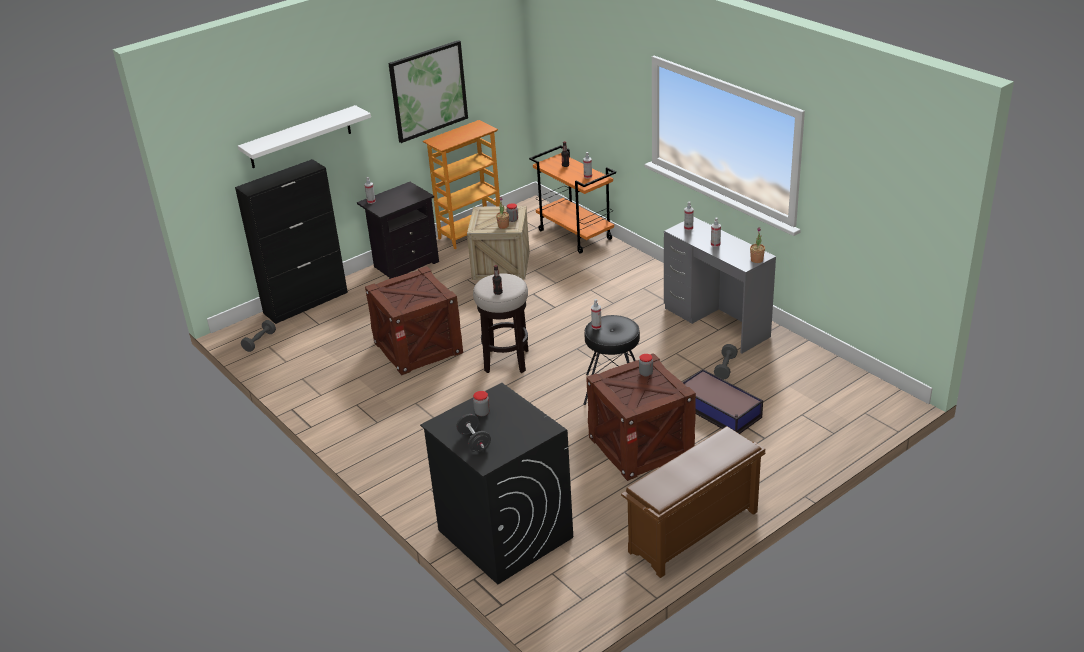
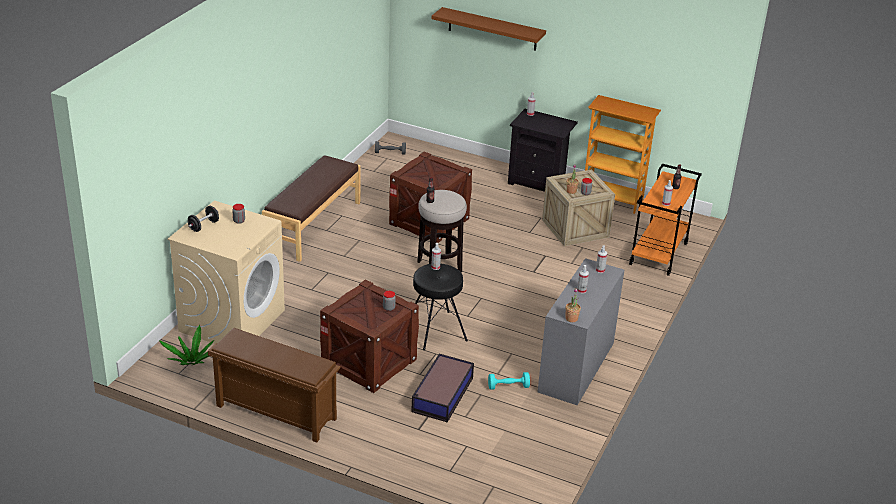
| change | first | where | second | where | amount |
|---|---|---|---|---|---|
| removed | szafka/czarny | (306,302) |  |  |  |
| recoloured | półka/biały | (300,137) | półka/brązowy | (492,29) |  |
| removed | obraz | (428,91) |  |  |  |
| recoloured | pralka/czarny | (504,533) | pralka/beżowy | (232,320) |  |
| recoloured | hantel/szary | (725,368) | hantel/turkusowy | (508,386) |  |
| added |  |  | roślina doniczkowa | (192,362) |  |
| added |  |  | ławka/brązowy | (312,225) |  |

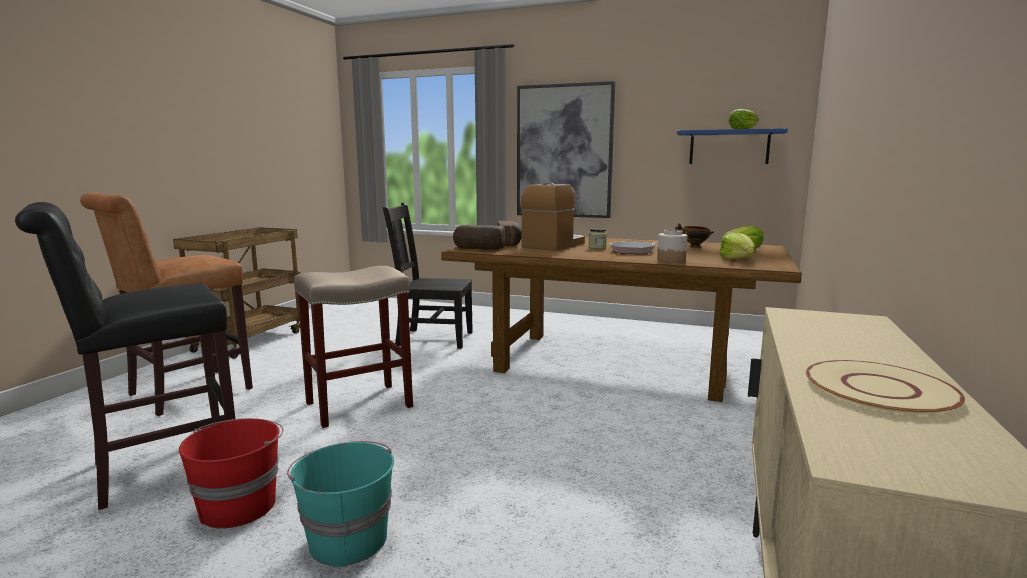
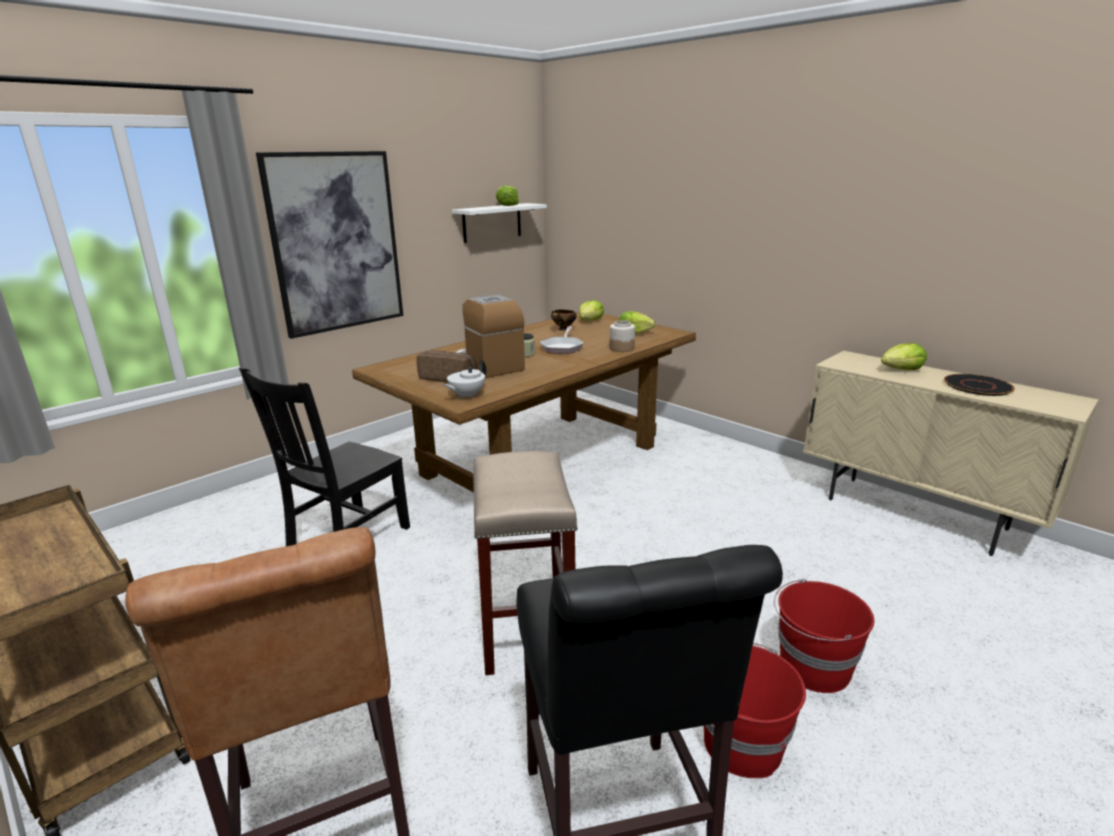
| change | first | where | second | where | amount |
|---|---|---|---|---|---|
| recoloured | wiadro/turkusowy | (347,539) | wiadro/czerwony | (813,668) |  |
| replaced | chleb | (478,249) | imbryk/biały | (466,395) |  |
| recoloured | półka/niebieski | (729,147) | półka/biały | (492,222) |  |
| recoloured | talerz/beżowy | (878,389) | talerz/czarny | (977,386) |  |
| added |  |  | sałata | (901,370) |  |

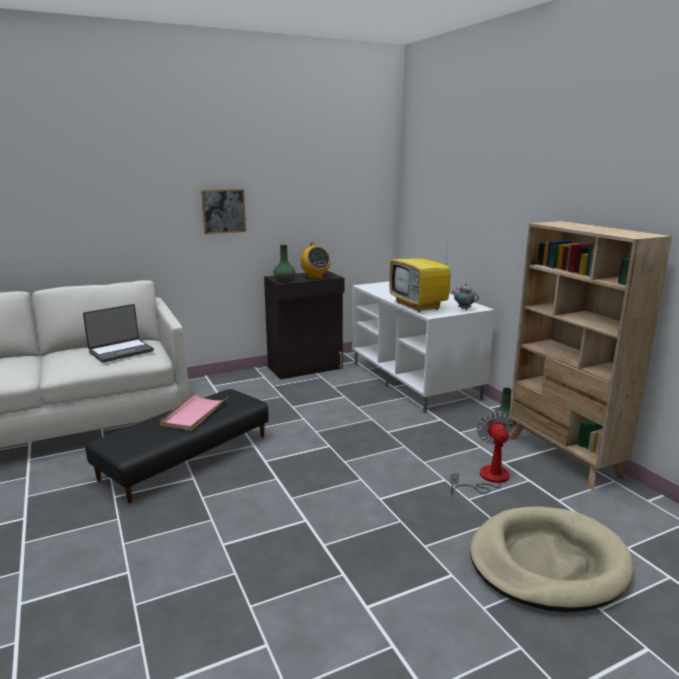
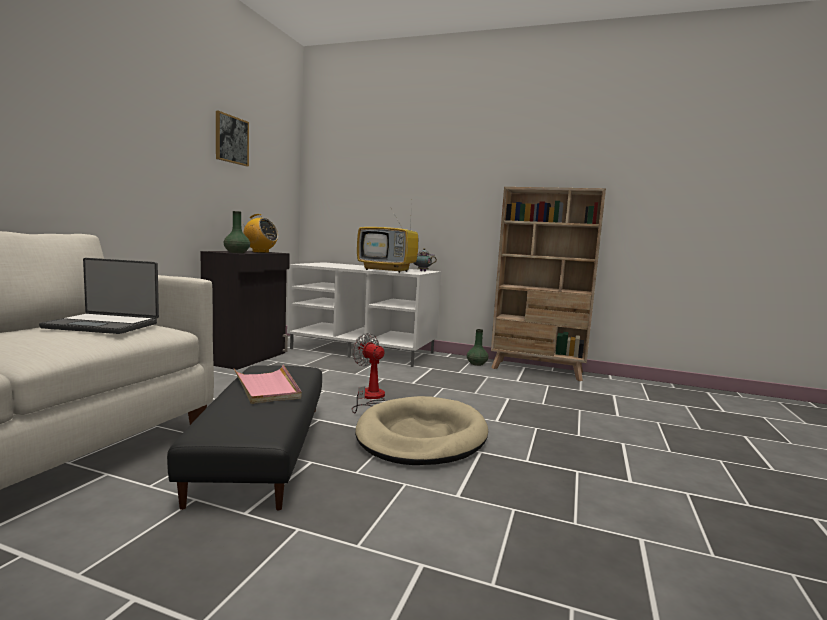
| change | first | where | second | where | amount |
|---|---|---|---|---|---|
| turned | laptop | (121,351) |  | (104,325) | 90 degrees clockwise |
| moved | obraz | (223,211) |  | (231,139) |  |
| moved | wentylator | (487,479) |  | (369,398) |  |
| moved | legowisko/beżowy | (547,562) |  | (421,436) |  |

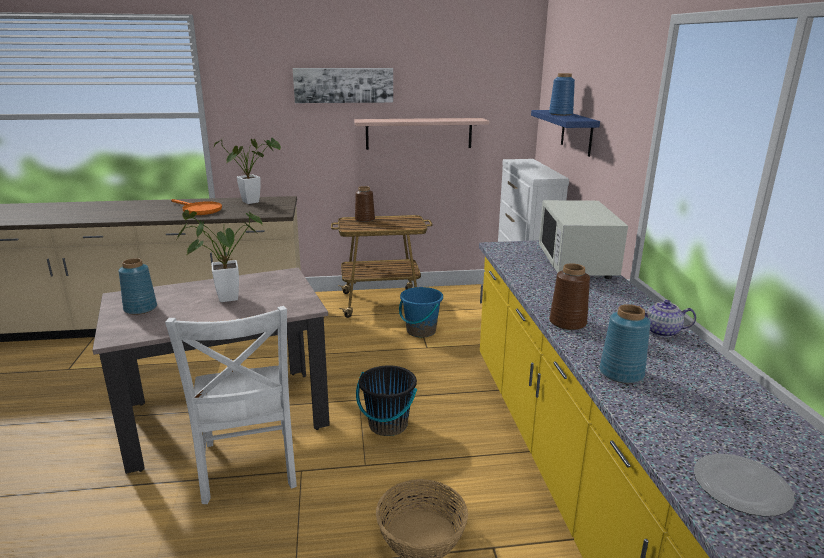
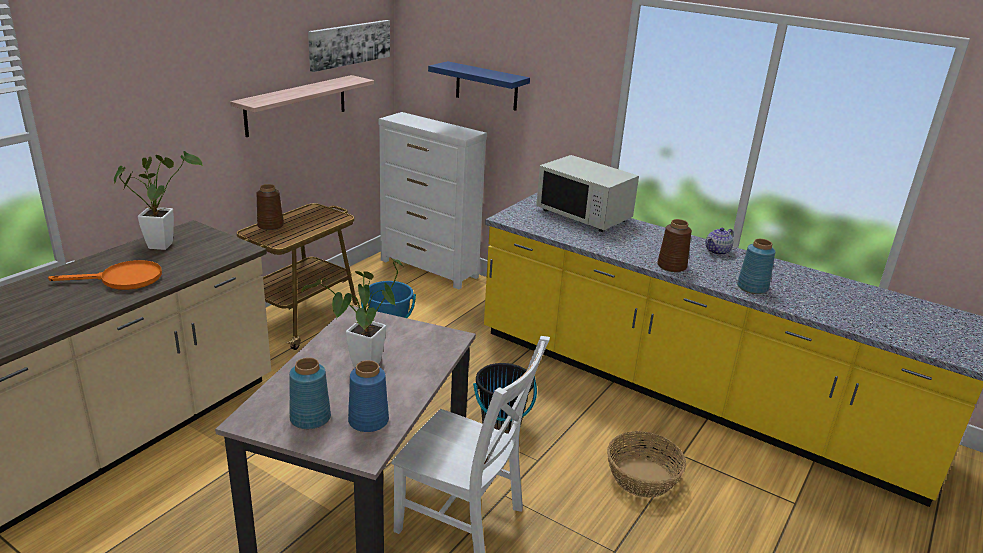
| change | first | where | second | where | amount |
|---|---|---|---|---|---|
| moved | obraz | (343,85) |  | (349,44) |  |
| moved | wazon/niebieski | (560,114) |  | (367,421) |  |
| removed | talerz | (741,486) |  |  |  |

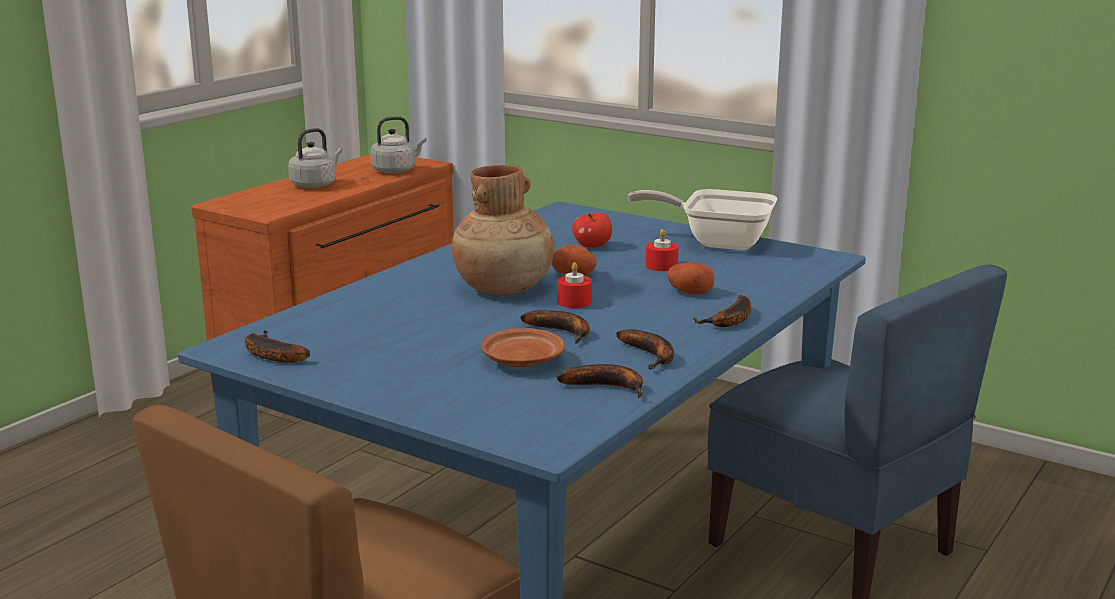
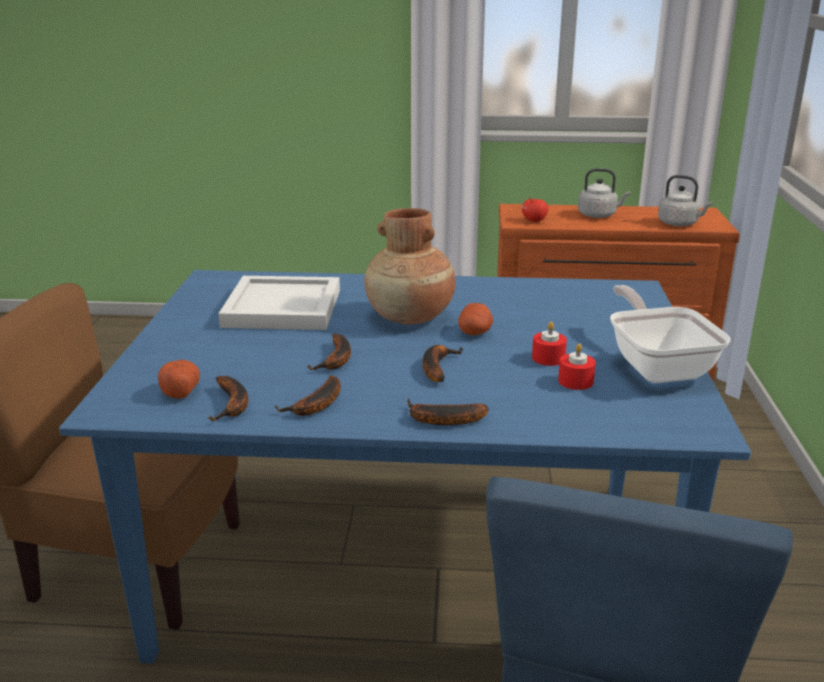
| change | first | where | second | where | amount |
|---|---|---|---|---|---|
| moved | banan | (269,354) |  | (436,367) |  |
| removed | talerz/brązowy | (522,360) |  |  |  |
| moved | świeca/czerwony | (574,302) |  | (575,381) |  |
| moved | jabłko | (592,246) |  | (534,221) |  |
| moved | ziemniak | (689,291) |  | (180,391) |  |
| added |  |  | taca/biały | (284,307) |  |

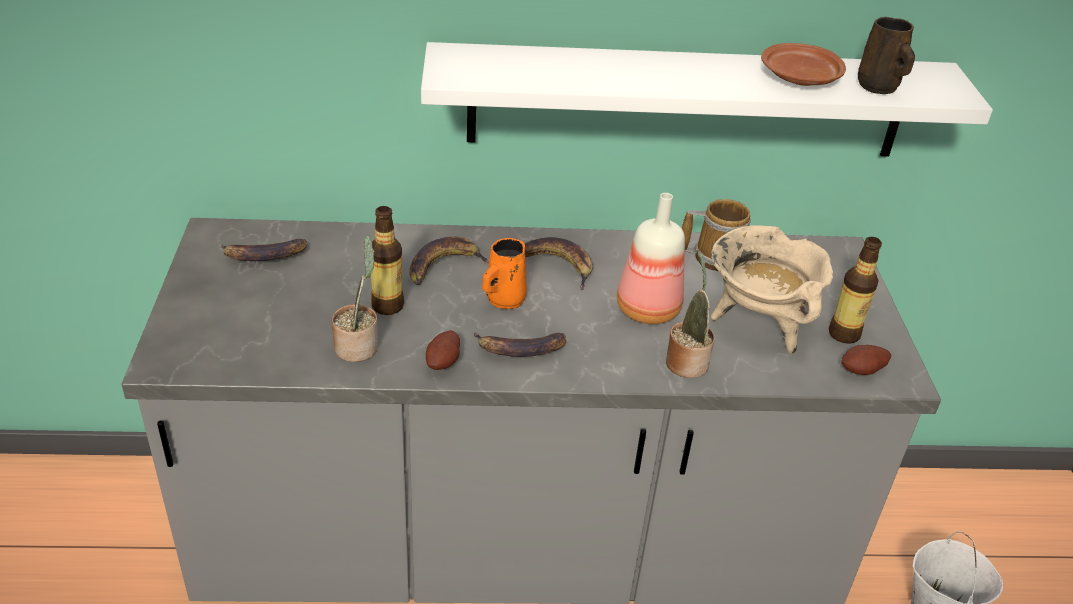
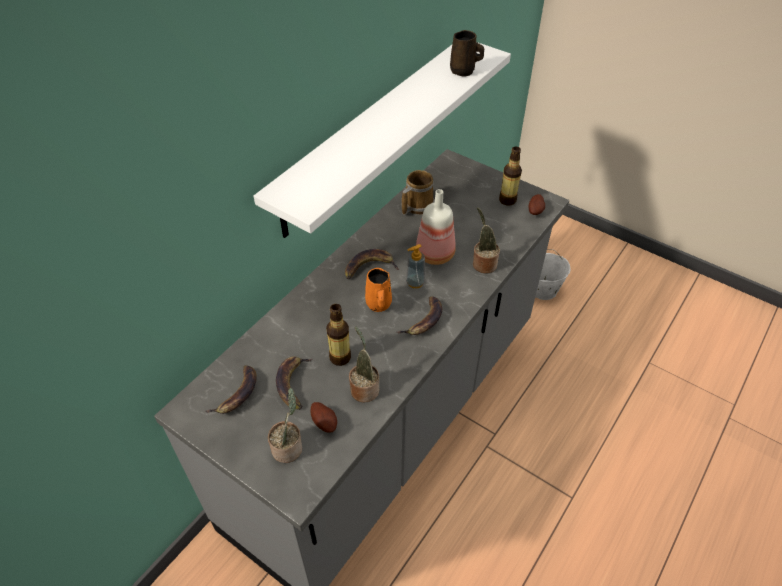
| change | first | where | second | where | amount |
|---|---|---|---|---|---|
| moved | banan | (444,266) |  | (293,383) |  |
| moved | ziemniak | (444,362) |  | (325,422) |  |
| removed | garnek/beżowy | (758,324) |  |  |  |
| removed | talerz/brązowy | (799,78) |  |  |  |
| added |  |  | roślina doniczkowa | (288,447) |  |
| added |  |  | dozownik mydła | (415,282) |  |

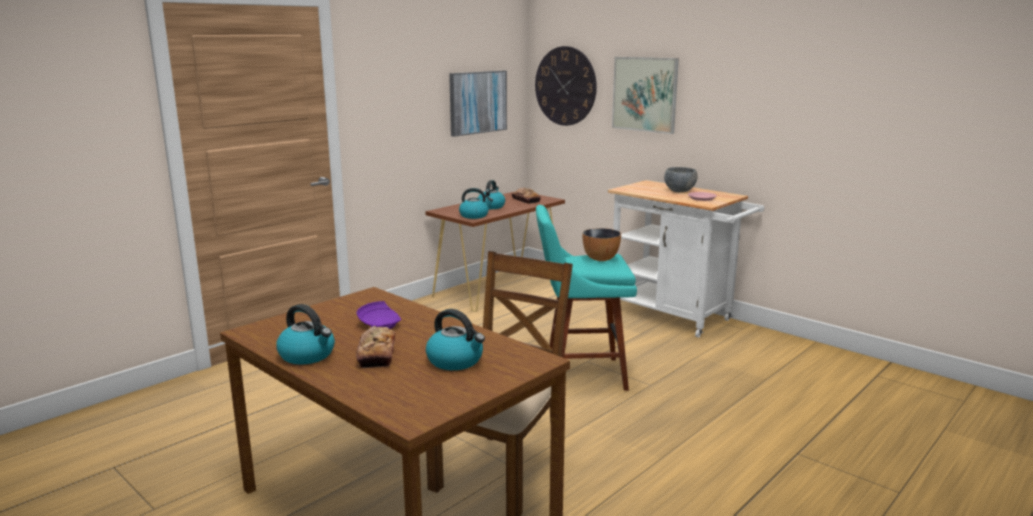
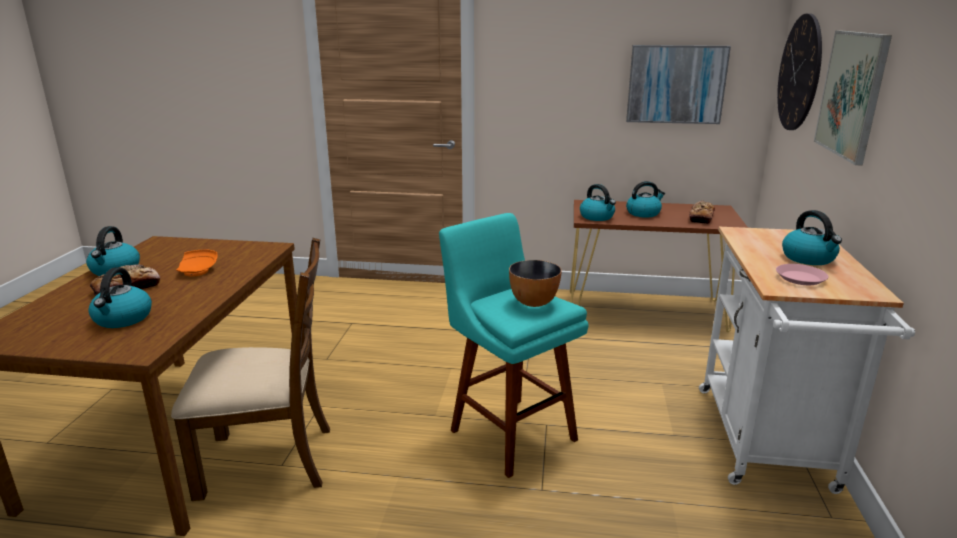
| change | first | where | second | where | amount |
|---|---|---|---|---|---|
| recoloured | talerz/fioletowy | (380,324) | talerz/pomarańczowy | (198,271) |  |
| replaced | miska/szary | (679,191) | czajnik | (809,258) |  |

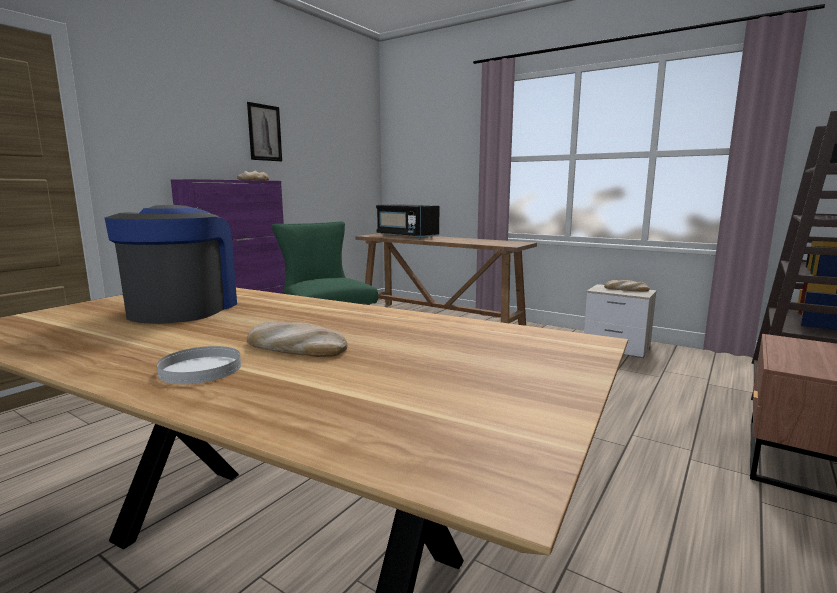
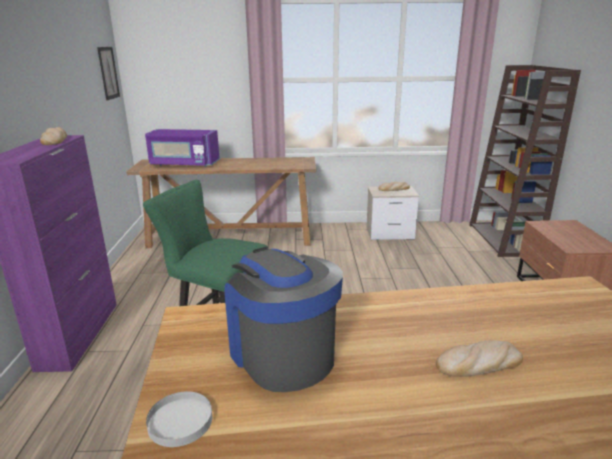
| change | first | where | second | where | amount |
|---|---|---|---|---|---|
| moved | talerz/biały | (201,369) |  | (180,421) |  |
| moved | obraz | (264,132) |  | (108,73) |  |
| recoloured | mikrofalówka/czarny | (406,236) | mikrofalówka/fioletowy | (184,164) |  |

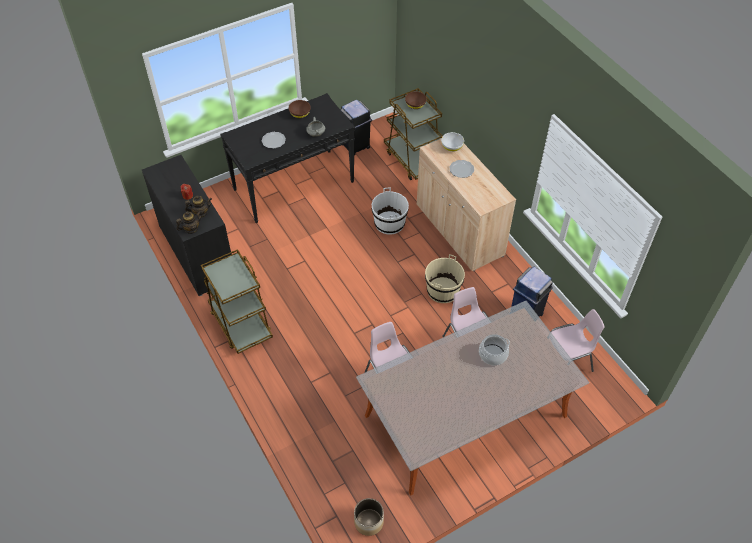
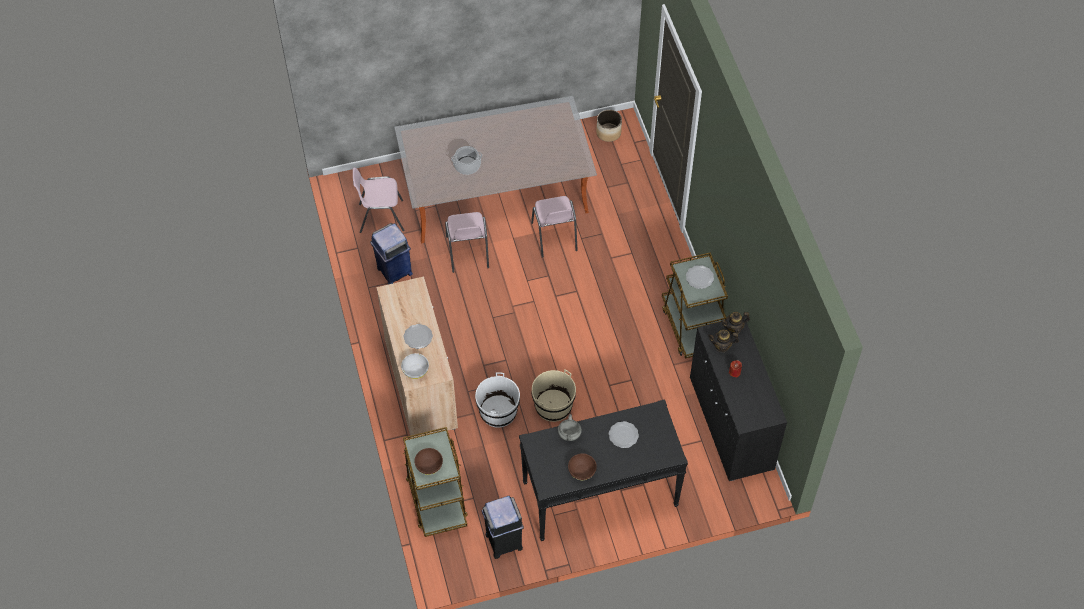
| change | first | where | second | where | amount |
|---|---|---|---|---|---|
| moved | wiadro/beżowy | (443,290) |  | (553,406) |  |
| added |  |  | talerz | (700,277) |  |

